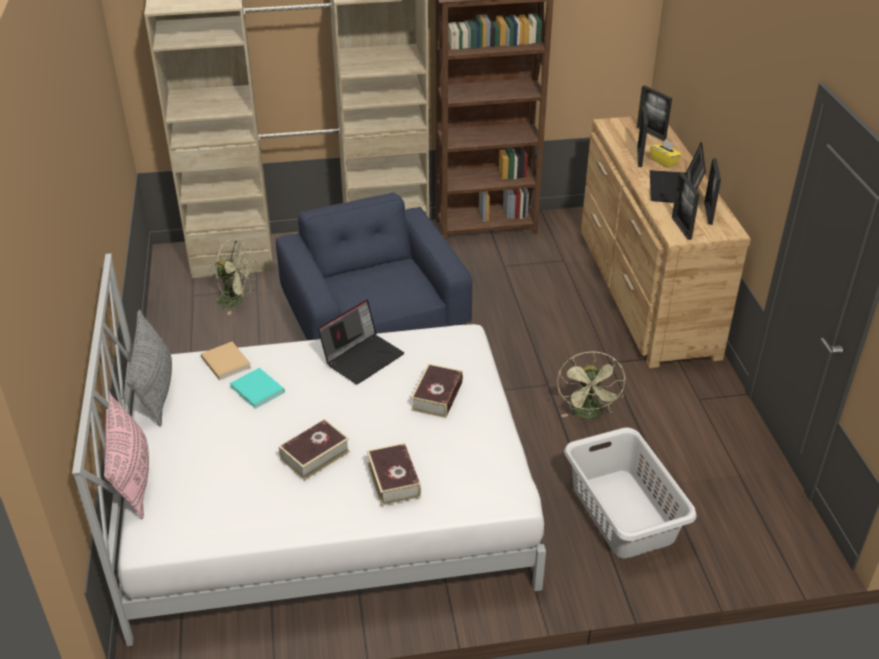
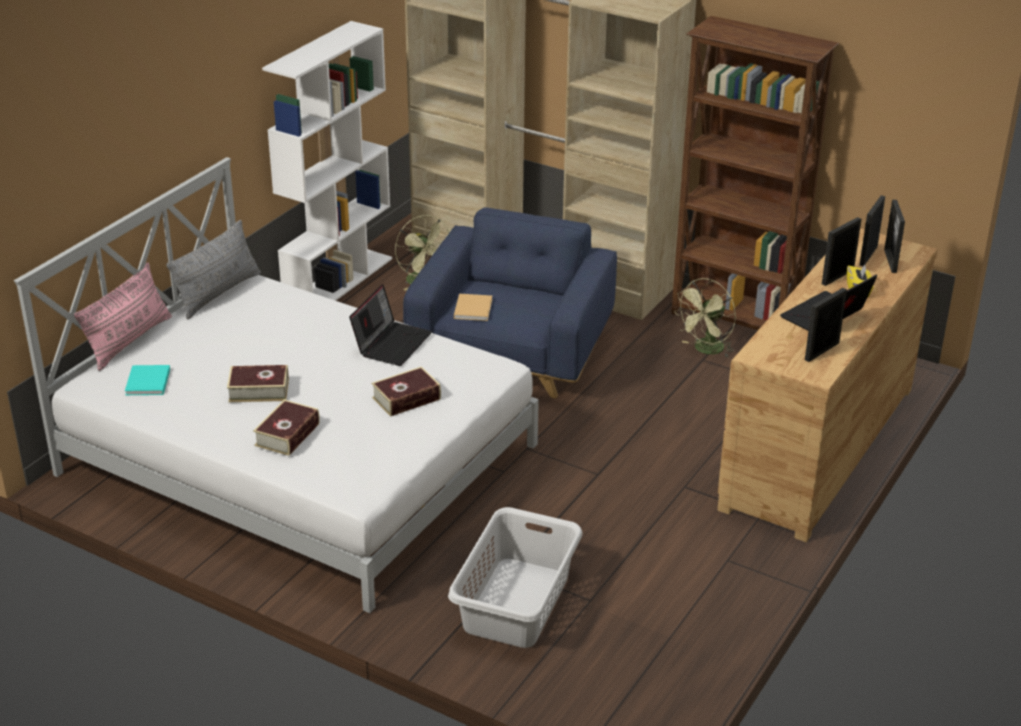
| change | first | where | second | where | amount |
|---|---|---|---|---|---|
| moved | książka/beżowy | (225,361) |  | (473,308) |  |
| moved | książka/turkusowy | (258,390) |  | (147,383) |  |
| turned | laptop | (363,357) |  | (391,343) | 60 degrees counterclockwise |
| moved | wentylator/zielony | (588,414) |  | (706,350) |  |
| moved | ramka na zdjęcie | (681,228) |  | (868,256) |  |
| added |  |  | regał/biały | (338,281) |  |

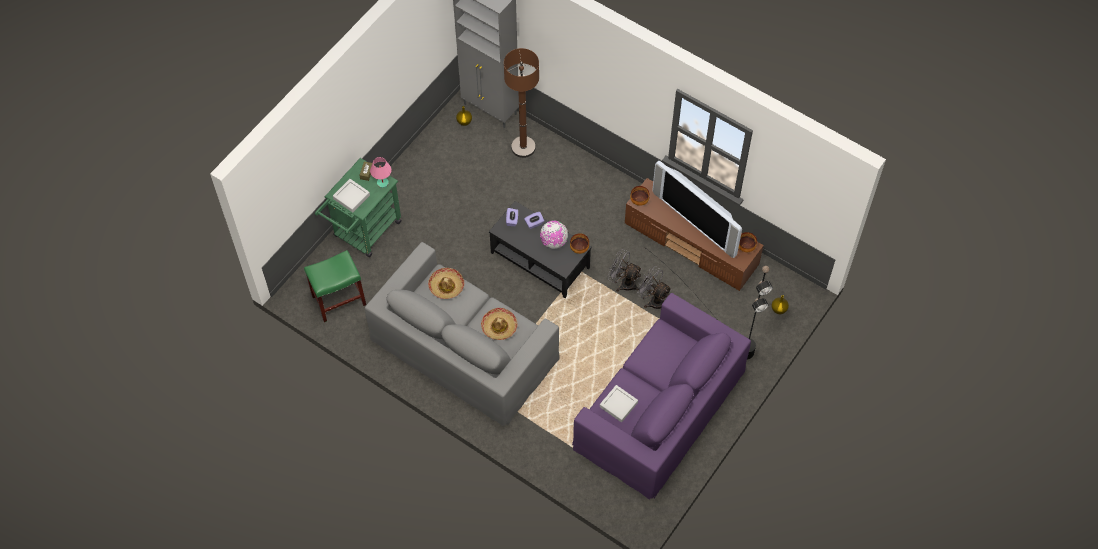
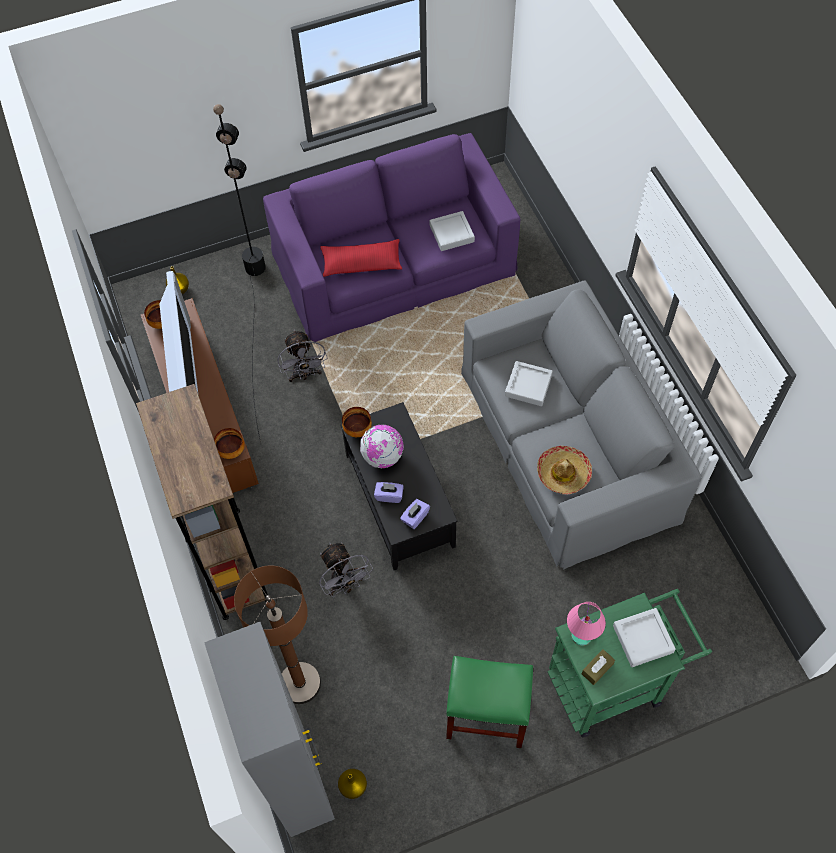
| change | first | where | second | where | amount |
|---|---|---|---|---|---|
| moved | stołek/zielony | (339,300) |  | (485,716) |  |
| replaced | kapelusz | (499,326) | taca/szary | (528,386) |  |
| moved | wentylator/szary | (623,283) |  | (344,584) |  |
| added |  |  | regał/brązowy | (231,562) |  |
| added |  |  | poduszka/czerwony | (361,263) |  |

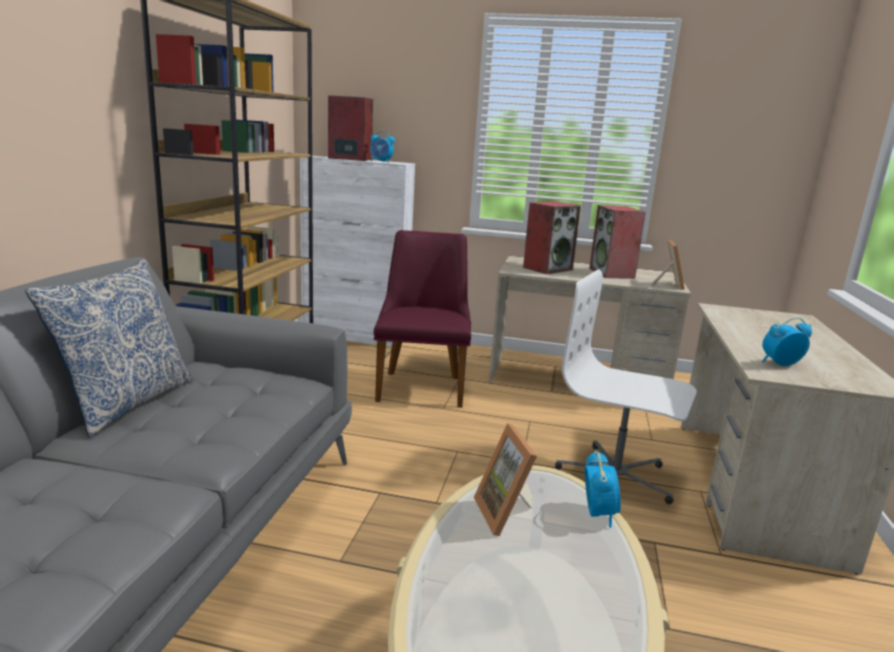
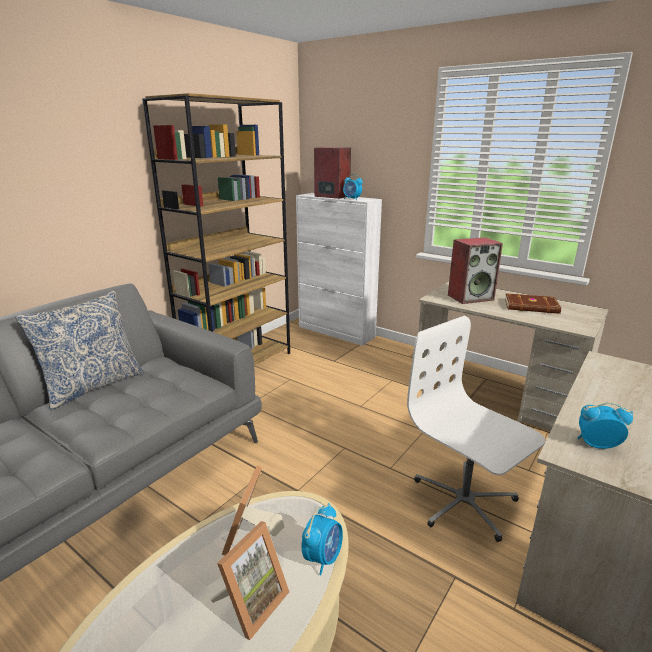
| change | first | where | second | where | amount |
|---|---|---|---|---|---|
| removed | krzesło/fioletowy | (422,385) |  |  |  |
| replaced | głośnik | (612,273) | książka/brązowy | (531,306) |  |
| moved | ramka na zdjęcie | (667,285) |  | (251,603) |  |

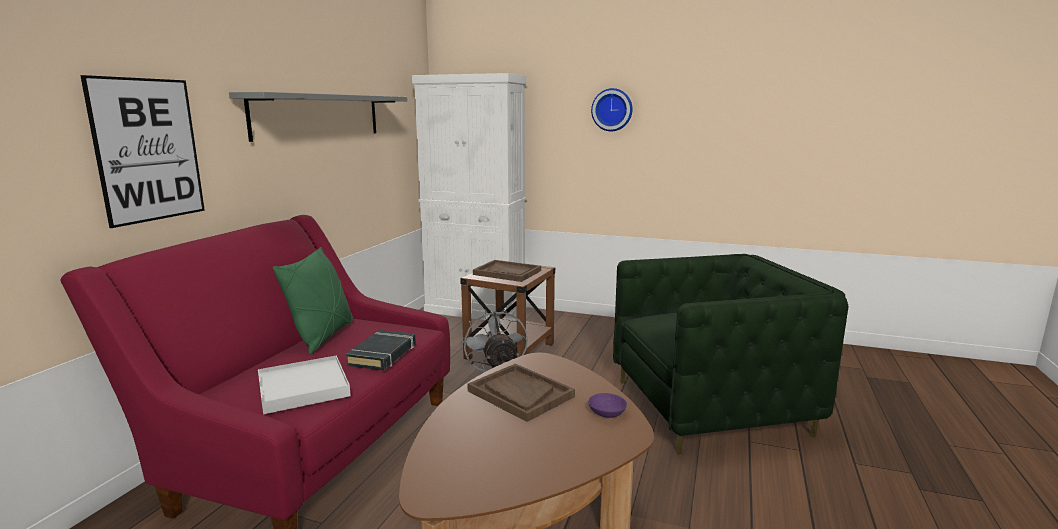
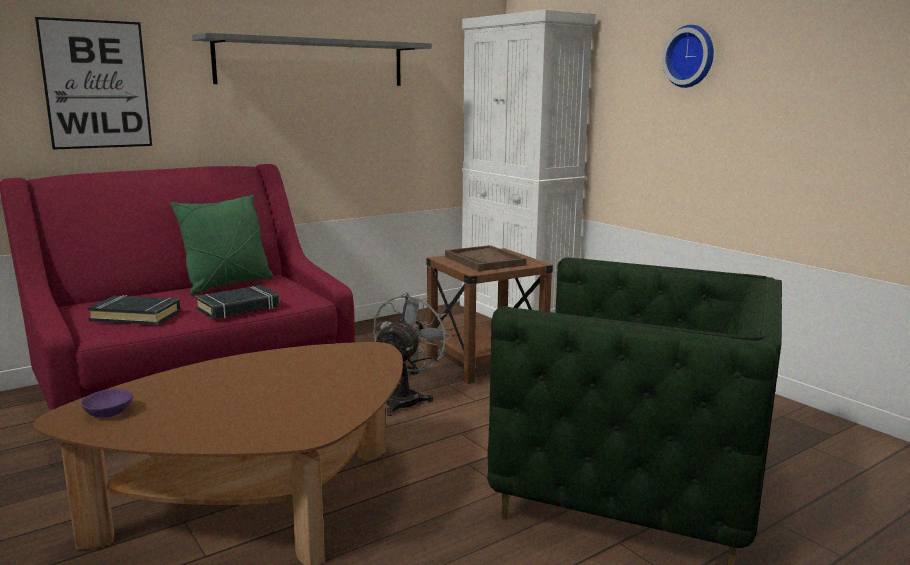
| change | first | where | second | where | amount |
|---|---|---|---|---|---|
| replaced | taca/biały | (303,388) | książka/czarny | (136,316) |  |
| removed | taca/brązowy | (520,394) |  |  |  |
| moved | miska/fioletowy | (606,413) |  | (106,412) |  |

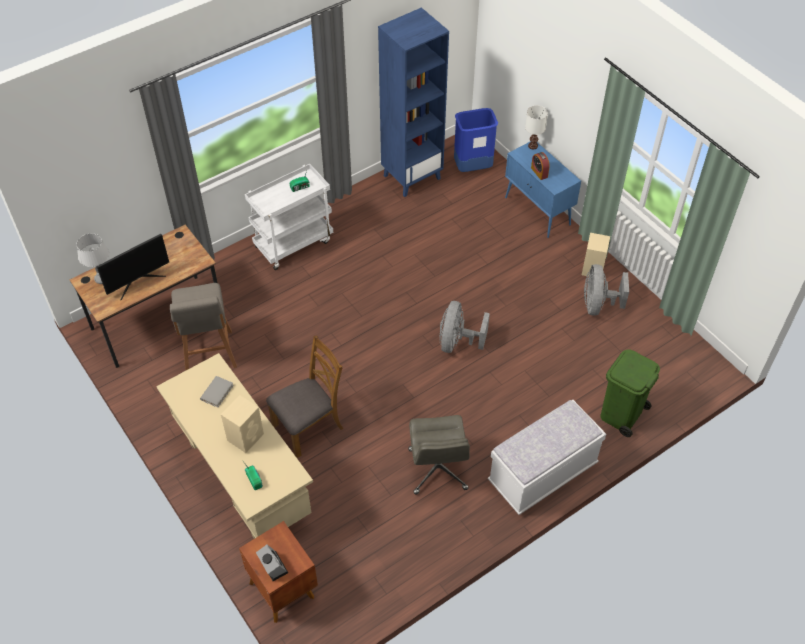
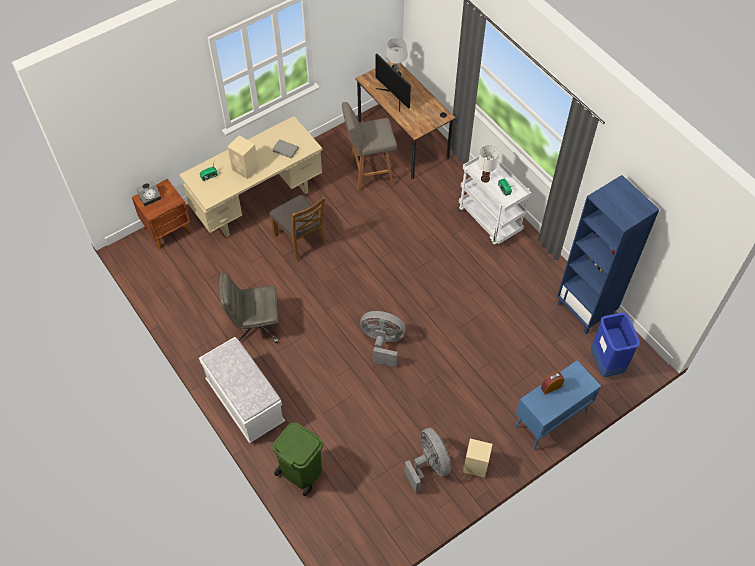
| change | first | where | second | where | amount |
|---|---|---|---|---|---|
| moved | lampa stołowa/biały | (533,146) |  | (485,179) |  |
| turned | wentylator/szary | (598,304) |  | (429,465) | 60 degrees clockwise |

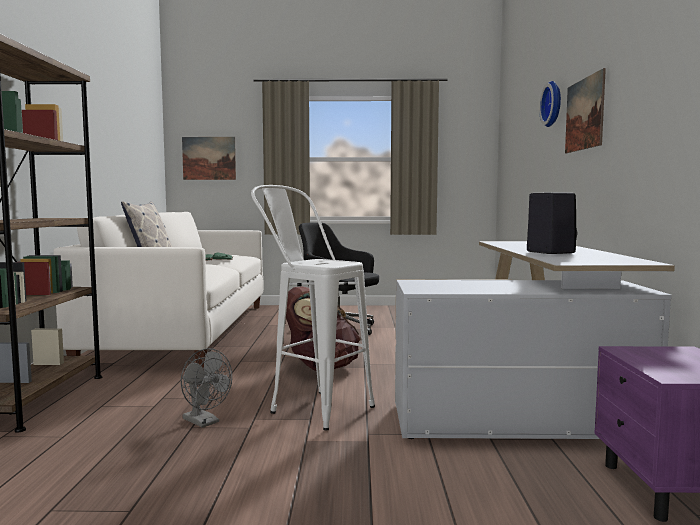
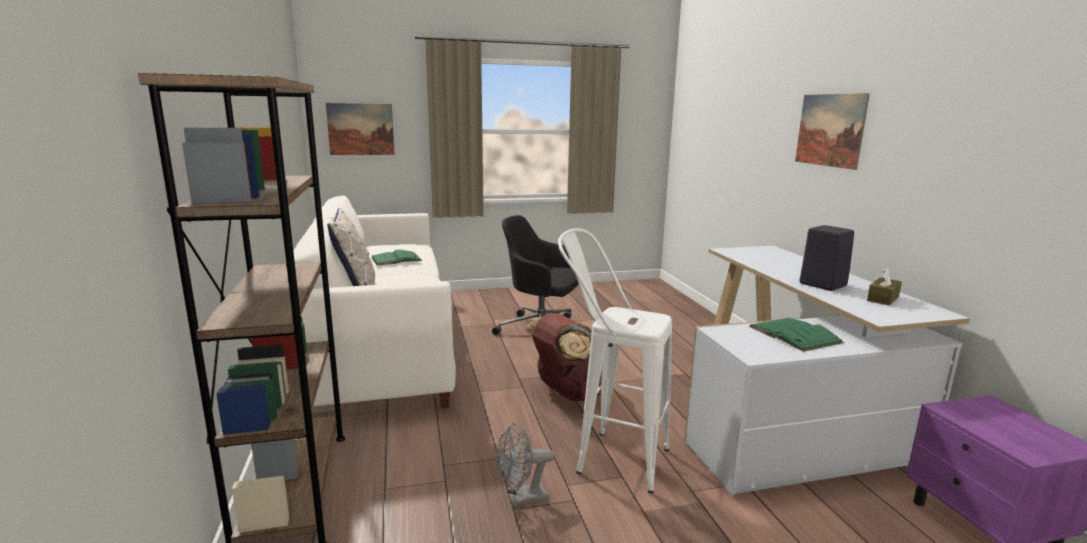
| change | first | where | second | where | amount |
|---|---|---|---|---|---|
| turned | wentylator/szary | (205,422) |  | (521,499) | 135 degrees clockwise |
| removed | zegar ścienny | (554,104) |  |  |  |
| added |  |  | książka/zielony | (794,334) |  |
| added |  |  | pudełko chusteczek/brązowy | (883,298) |  |

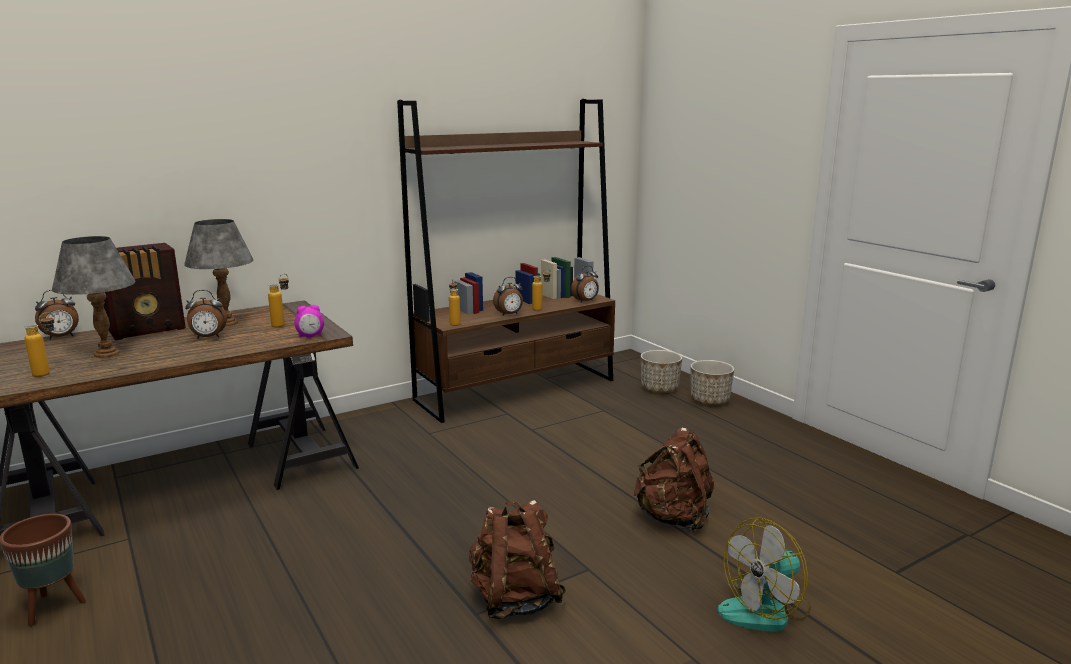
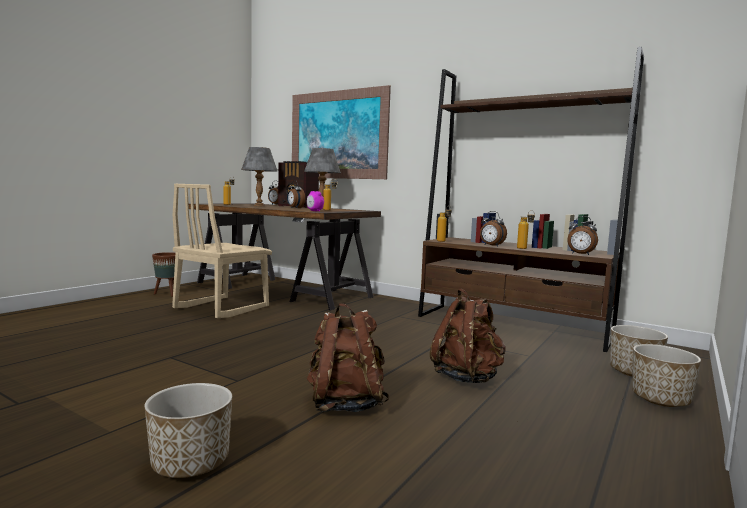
| change | first | where | second | where | amount |
|---|---|---|---|---|---|
| moved | plecak/brązowy | (515,600) |  | (467,377) |  |
| replaced | wentylator | (765,610) | donica | (190,463) |  |
| added |  |  | krzesło/beżowy | (221,308) |  |
| added |  |  | obraz | (338,135) |  |

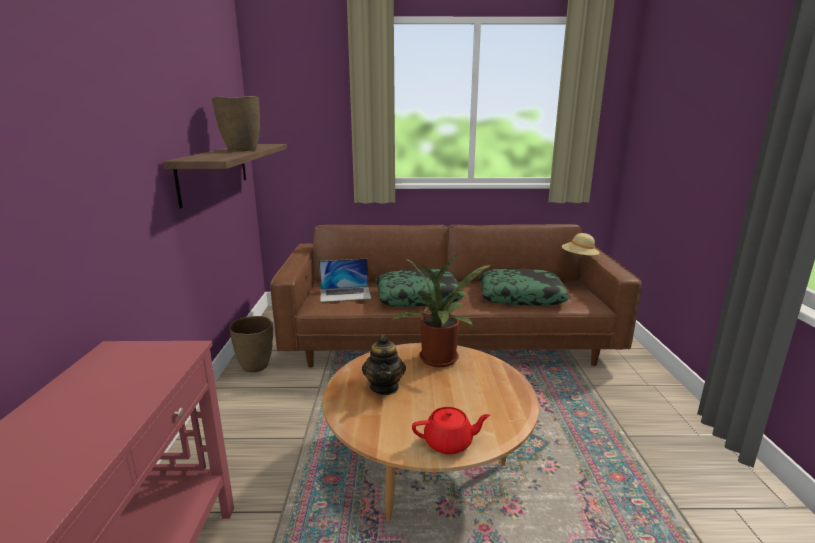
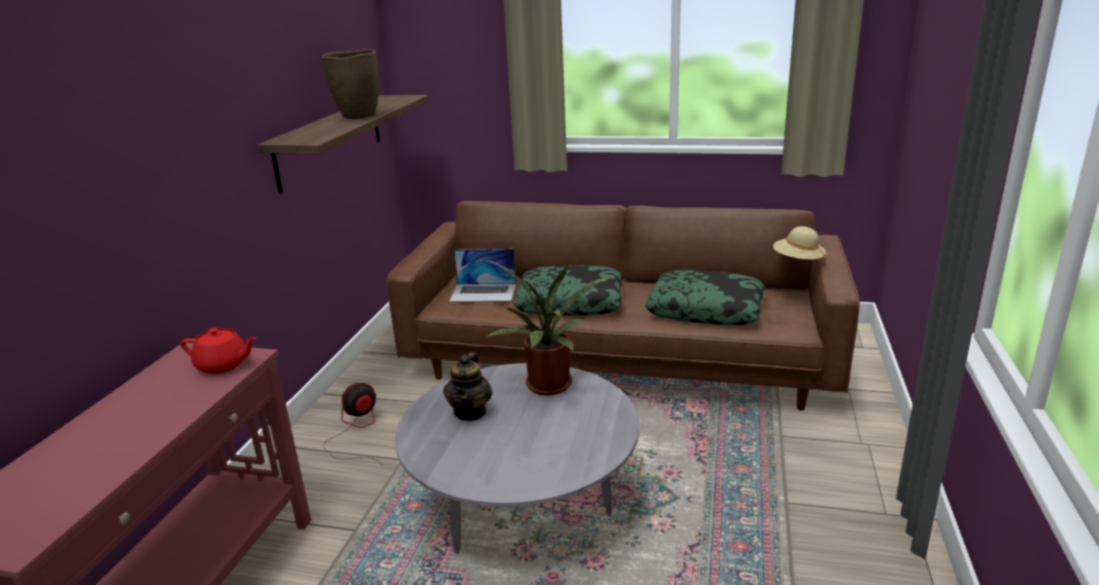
| change | first | where | second | where | amount |
|---|---|---|---|---|---|
| removed | wazon/brązowy | (256,366) |  |  |  |
| recoloured | ława/brązowy | (428,466) | ława/szary | (523,506) |  |
| moved | imbryk/czerwony | (449,443) |  | (223,365) |  |
| added |  |  | wentylator | (357,431) |  |

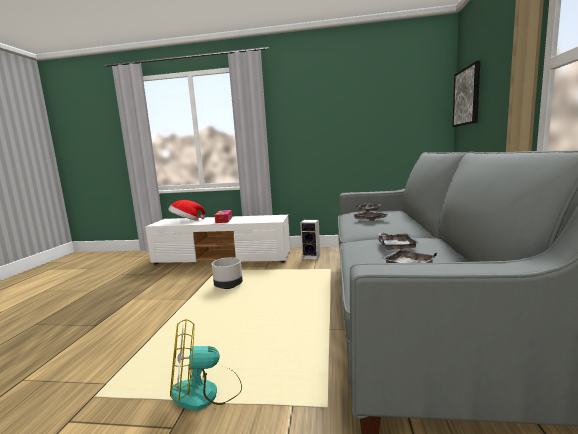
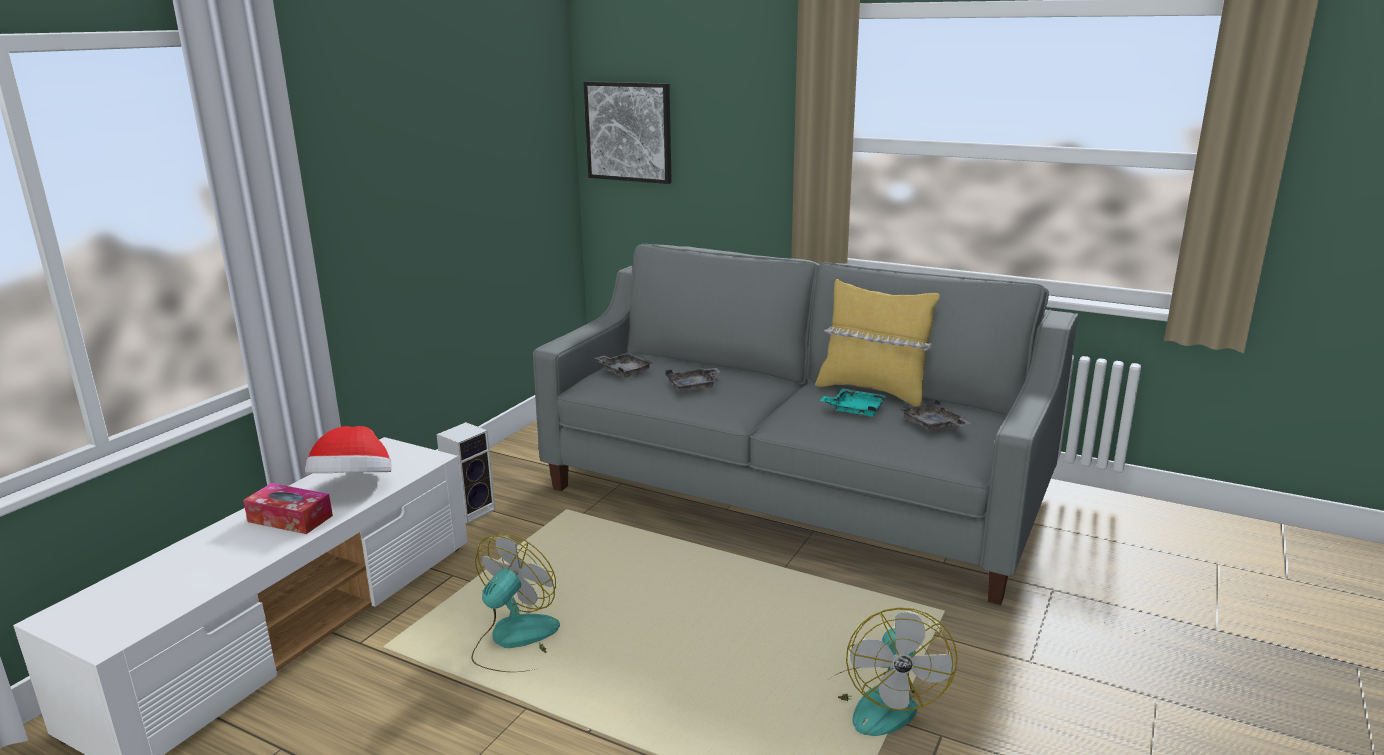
| change | first | where | second | where | amount |
|---|---|---|---|---|---|
| moved | kapelusz | (186,221) |  | (354,487) |  |
| replaced | donica/szary | (228,286) | wentylator | (514,641) |  |
| recoloured | taca/szary | (395,246) | taca/turkusowy | (855,410) |  |
| added |  |  | poduszka/żółty | (873,391) |  |

